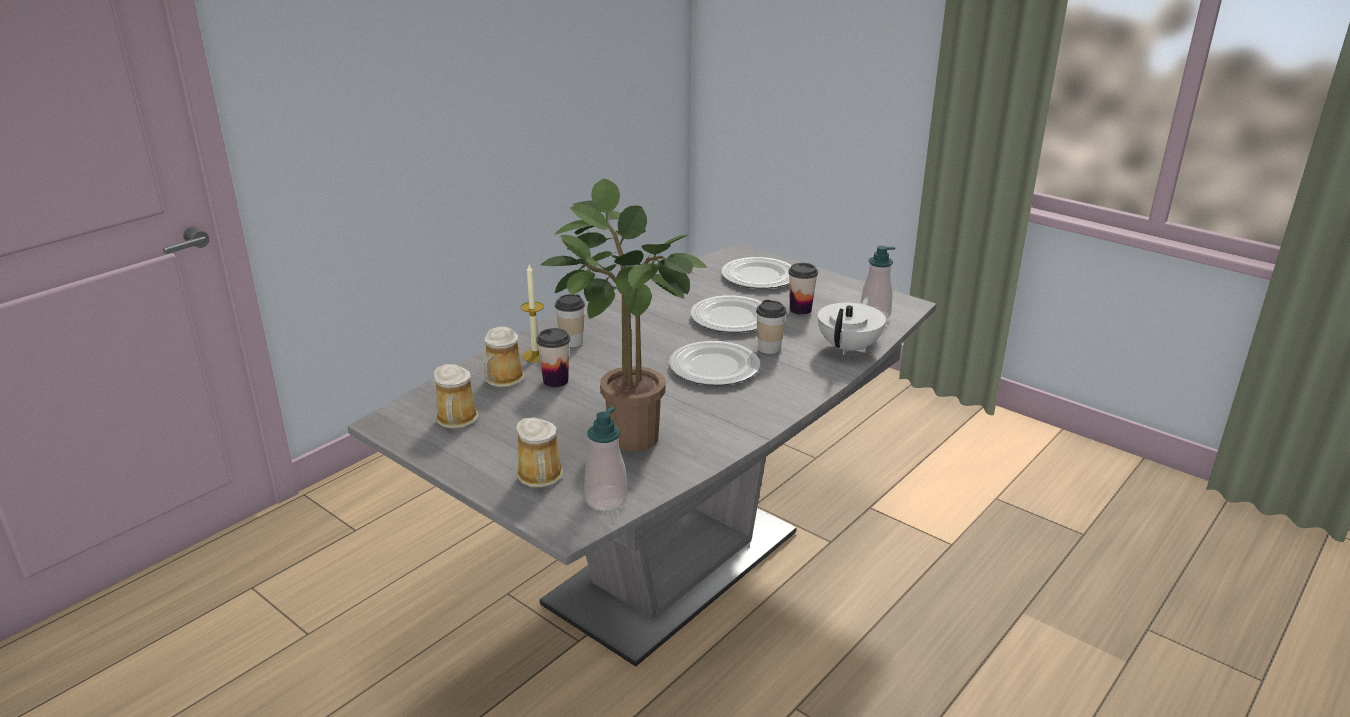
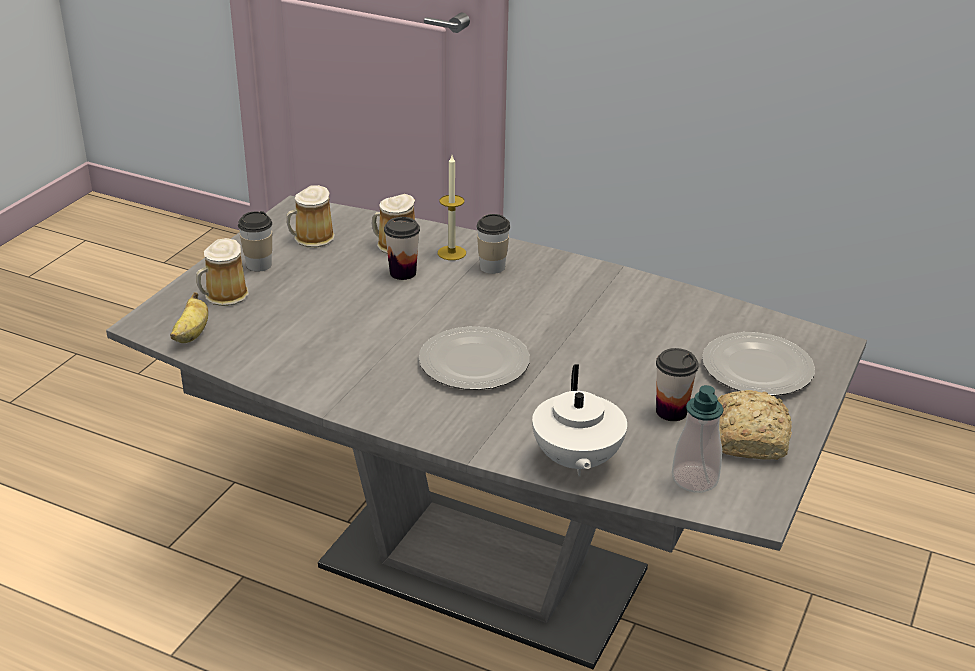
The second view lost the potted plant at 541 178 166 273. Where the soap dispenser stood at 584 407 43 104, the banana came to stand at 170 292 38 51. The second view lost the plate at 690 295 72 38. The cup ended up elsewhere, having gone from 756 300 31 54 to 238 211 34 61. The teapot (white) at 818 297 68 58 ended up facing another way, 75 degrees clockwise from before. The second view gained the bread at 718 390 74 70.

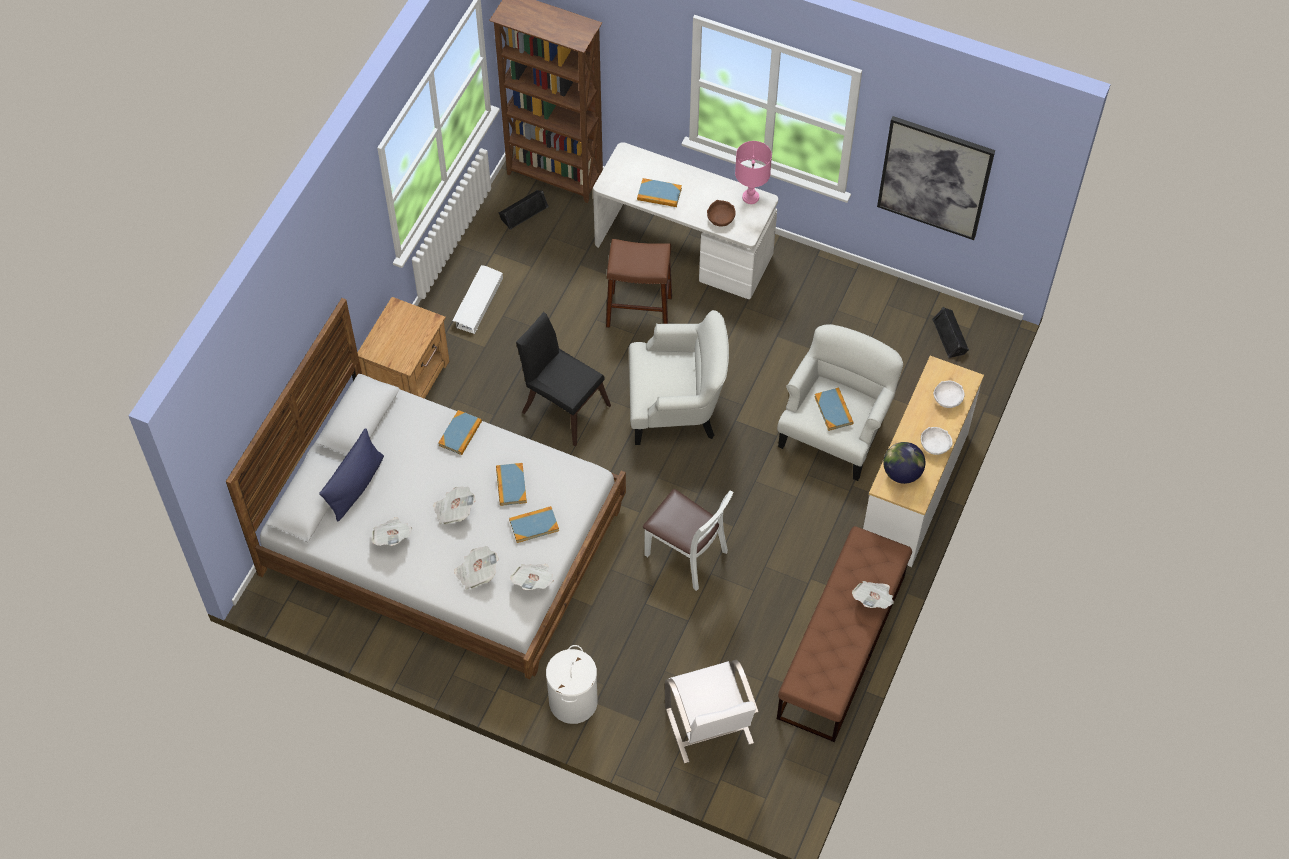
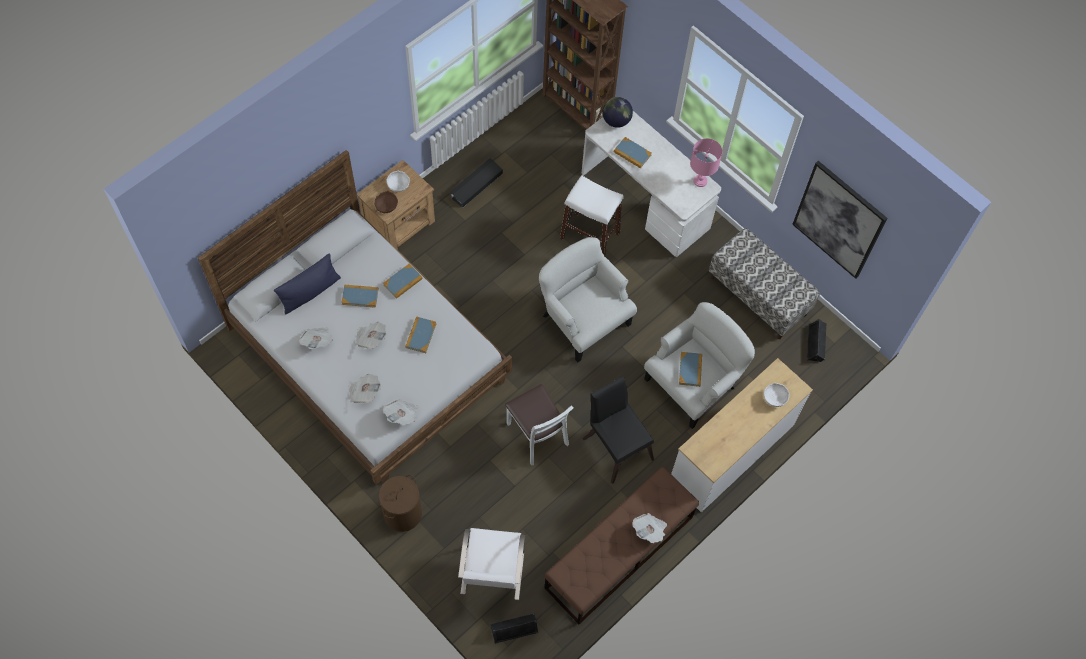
What was the storage box (white) at 452 265 51 69 turned into the storage box (black) at 450 158 53 50. The speaker (black) ended up elsewhere, having gone from 499 190 50 40 to 491 613 47 31. The book ended up elsewhere, having gone from 509 506 50 37 to 341 285 38 23. The chair (black) ended up elsewhere, having gone from 516 312 95 135 to 582 376 72 108. What was the laundry basket (white) at 546 645 52 79 turned into the laundry basket (brown) at 379 475 43 57. What was the stool (brown) at 606 239 66 89 turned into the stool (white) at 560 175 64 81. The armchair (white) at 629 310 100 135 ended up facing another way, 150 degrees counterclockwise from before. The bowl (brown) ended up elsewhere, having gone from 707 200 29 27 to 374 191 24 22. The globe ended up elsewhere, having gone from 883 442 42 42 to 602 97 31 31. The bowl (white) ended up elsewhere, having gone from 921 427 31 28 to 386 170 24 22. The second view gained the bench at 709 228 111 111.

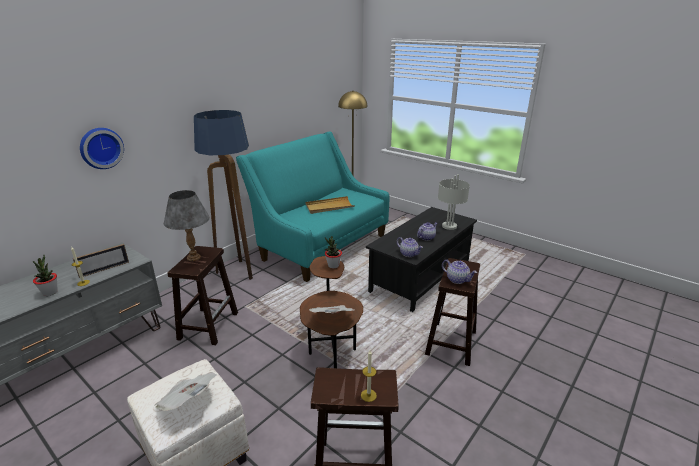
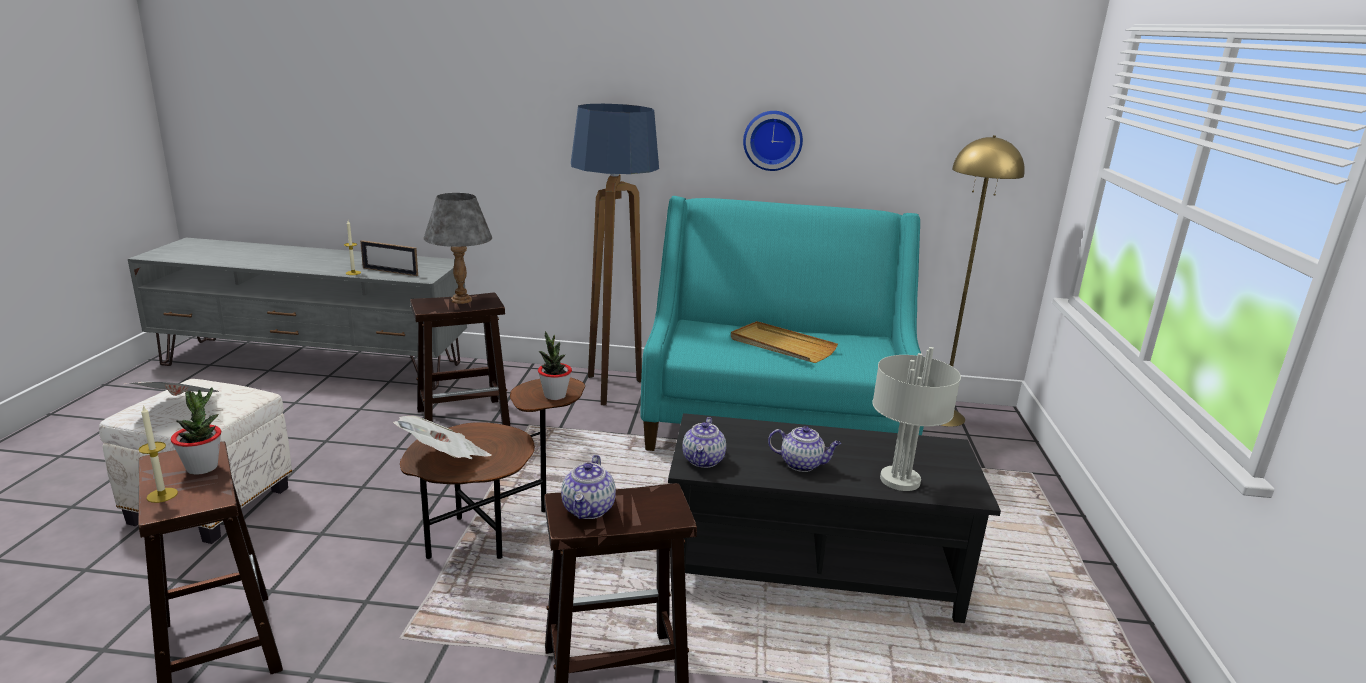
The potted plant ended up elsewhere, having gone from 33 255 25 41 to 171 387 50 88. The wall clock ended up elsewhere, having gone from 80 128 44 41 to 743 111 60 60.

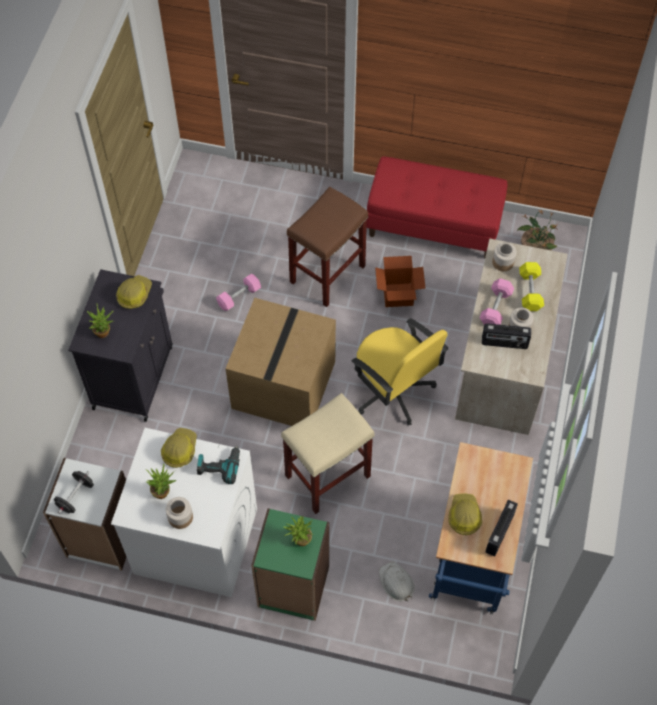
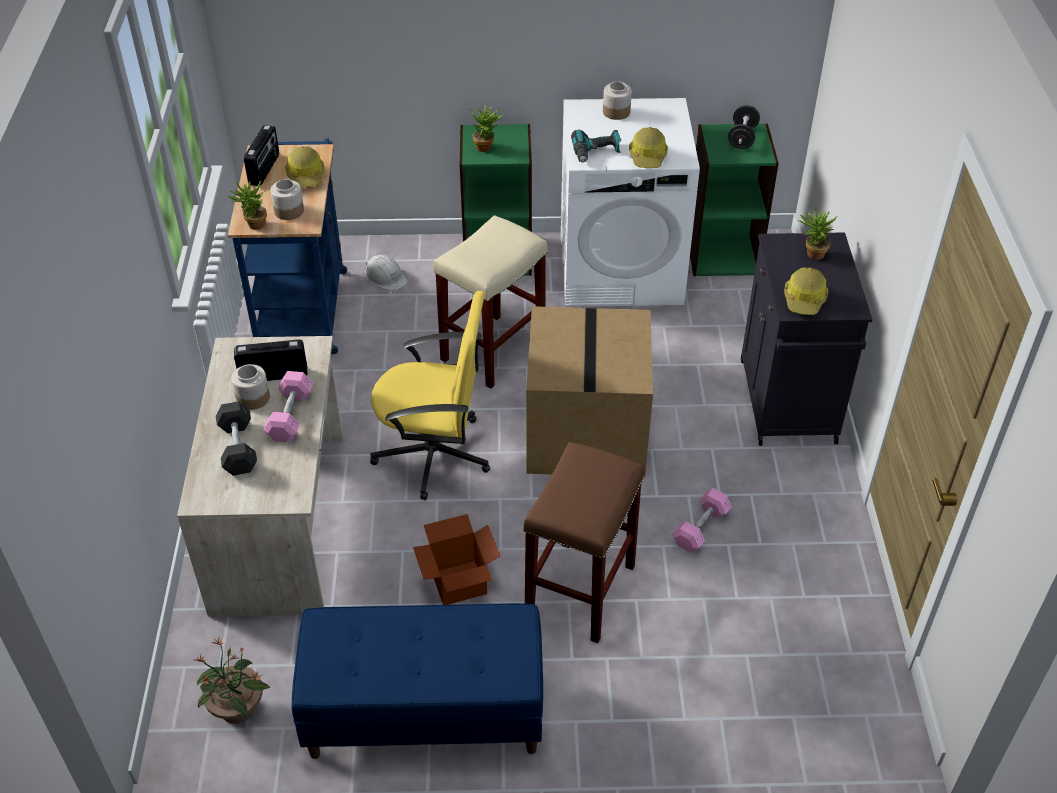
What was the bookcase (white) at 43 458 83 113 turned into the bookcase (green) at 690 123 89 153. The potted plant ended up elsewhere, having gone from 146 463 30 36 to 228 181 39 49. The office chair (yellow) at 351 318 97 107 ended up facing another way, 150 degrees clockwise from before. What was the bench (red) at 367 156 140 103 turned into the bench (blue) at 291 603 252 156. The jar ended up elsewhere, having gone from 492 242 24 29 to 270 179 34 41. What was the dumbbell (yellow) at 519 262 25 49 turned into the dumbbell (grey) at 216 401 41 75.

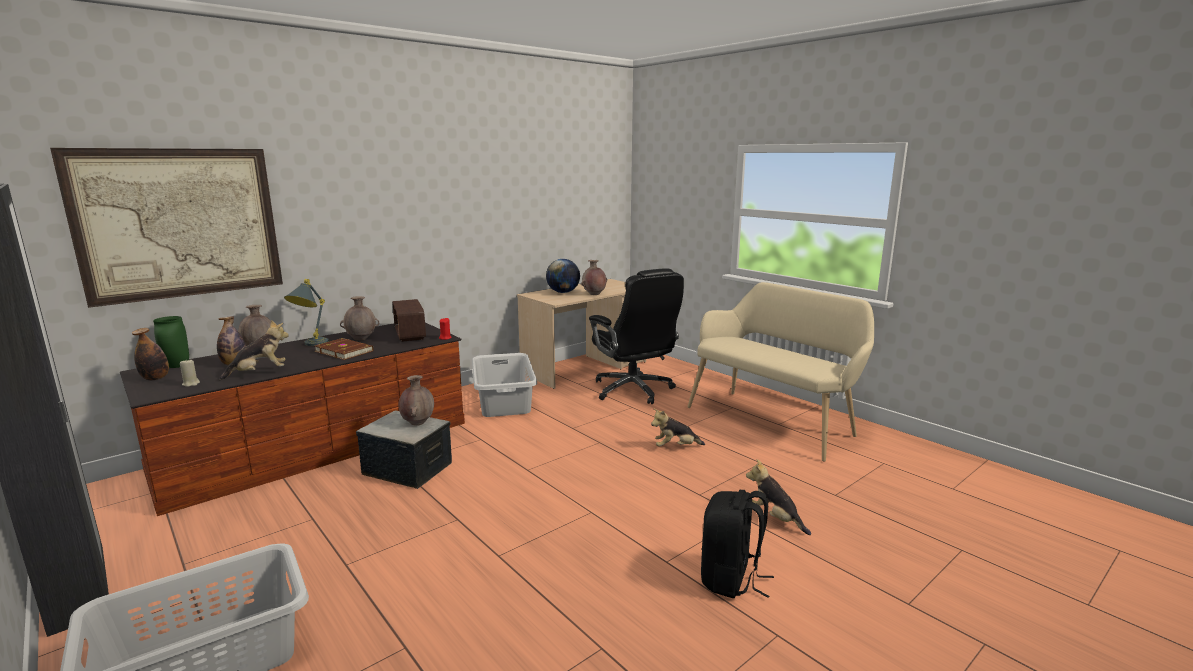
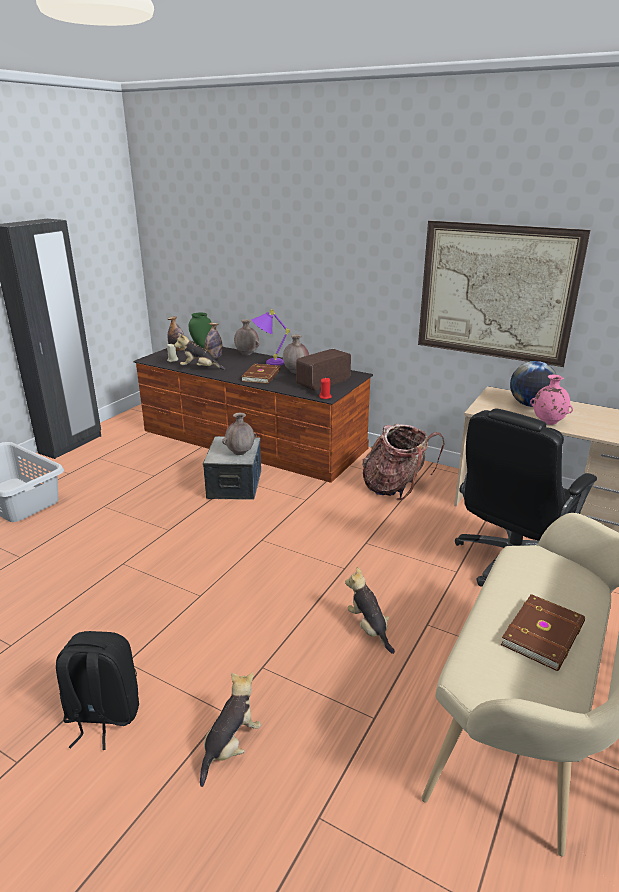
The picture ended up elsewhere, having gone from 50 148 233 160 to 418 221 172 146. The plush toy at 219 320 70 61 ended up facing another way, 150 degrees clockwise from before. What was the table lamp (grey) at 284 279 45 67 turned into the table lamp (purple) at 251 309 39 57. Where the laundry basket (grey) stood at 472 353 65 64, the backpack came to stand at 362 424 83 76. What was the vase (brown) at 581 260 26 35 turned into the vase (pink) at 530 374 43 51. The second view gained the book (brown) at 501 594 84 77.

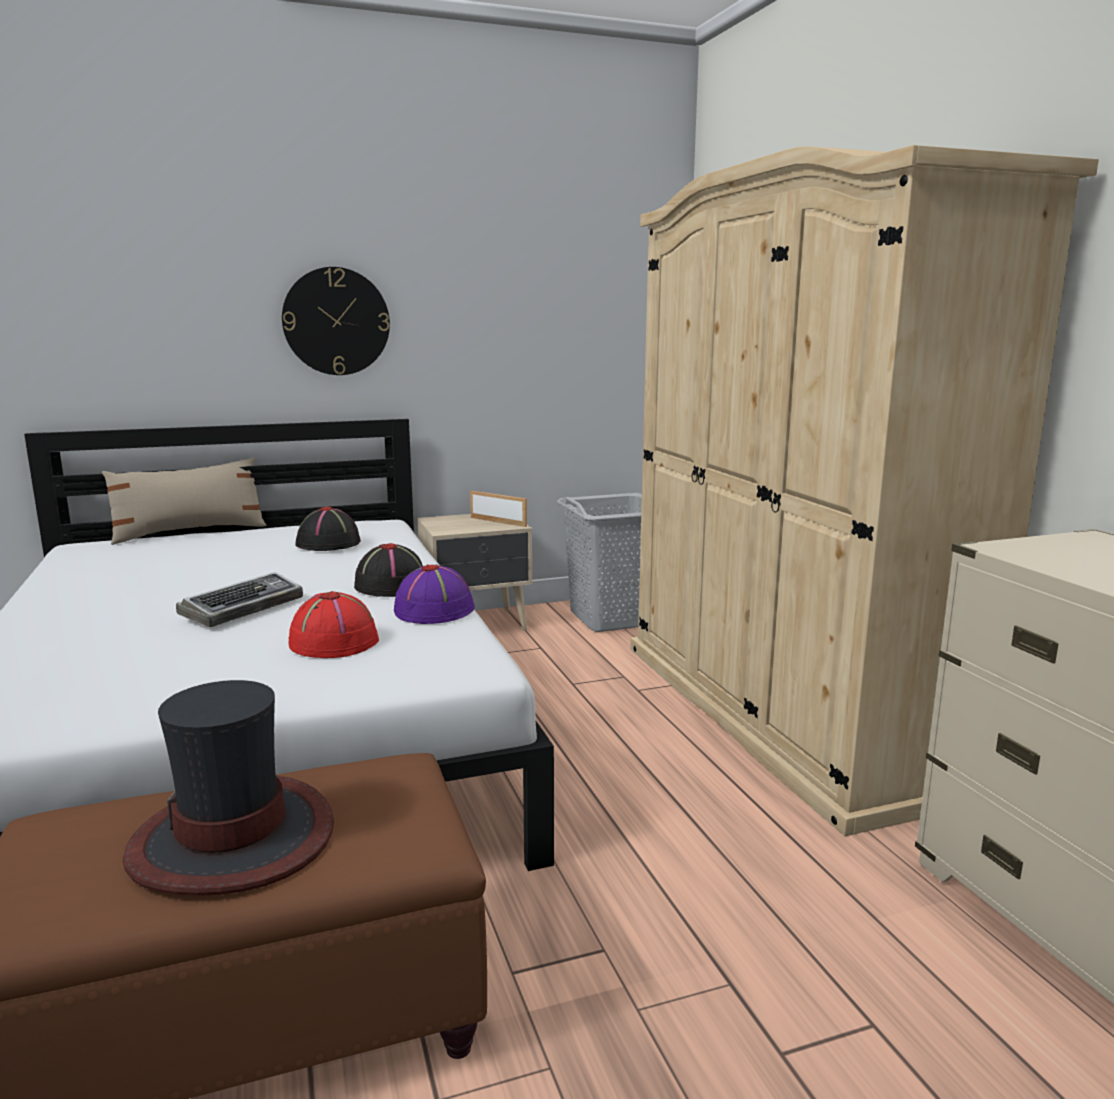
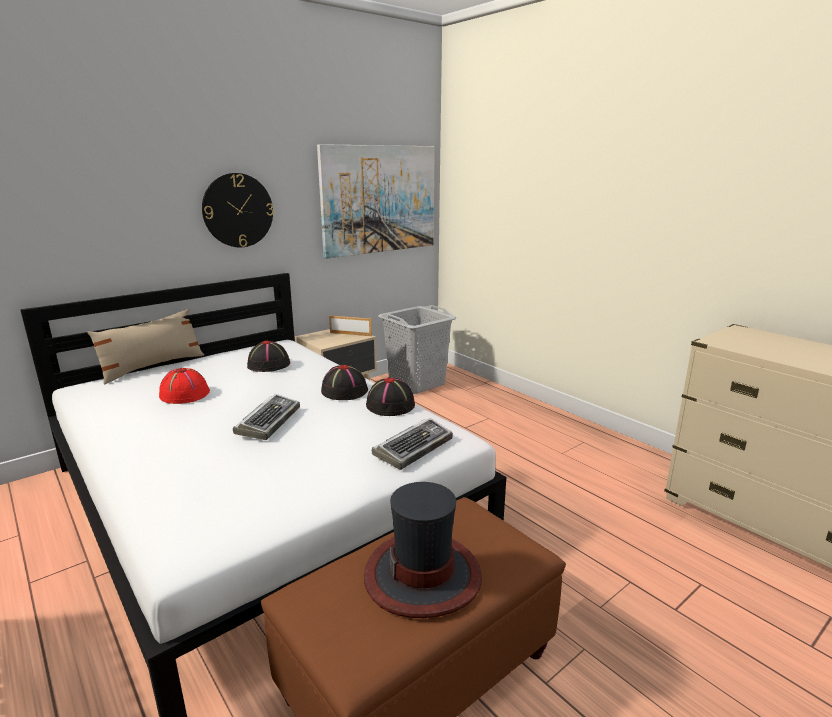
The hat (red) ended up elsewhere, having gone from 289 591 90 67 to 159 368 51 36. What was the hat (purple) at 394 564 81 60 turned into the hat (black) at 366 377 49 39. The second view lost the wardrobe (beige) at 630 145 469 691. The second view gained the picture at 317 144 118 115. The second view gained the keyboard at 372 418 81 52.

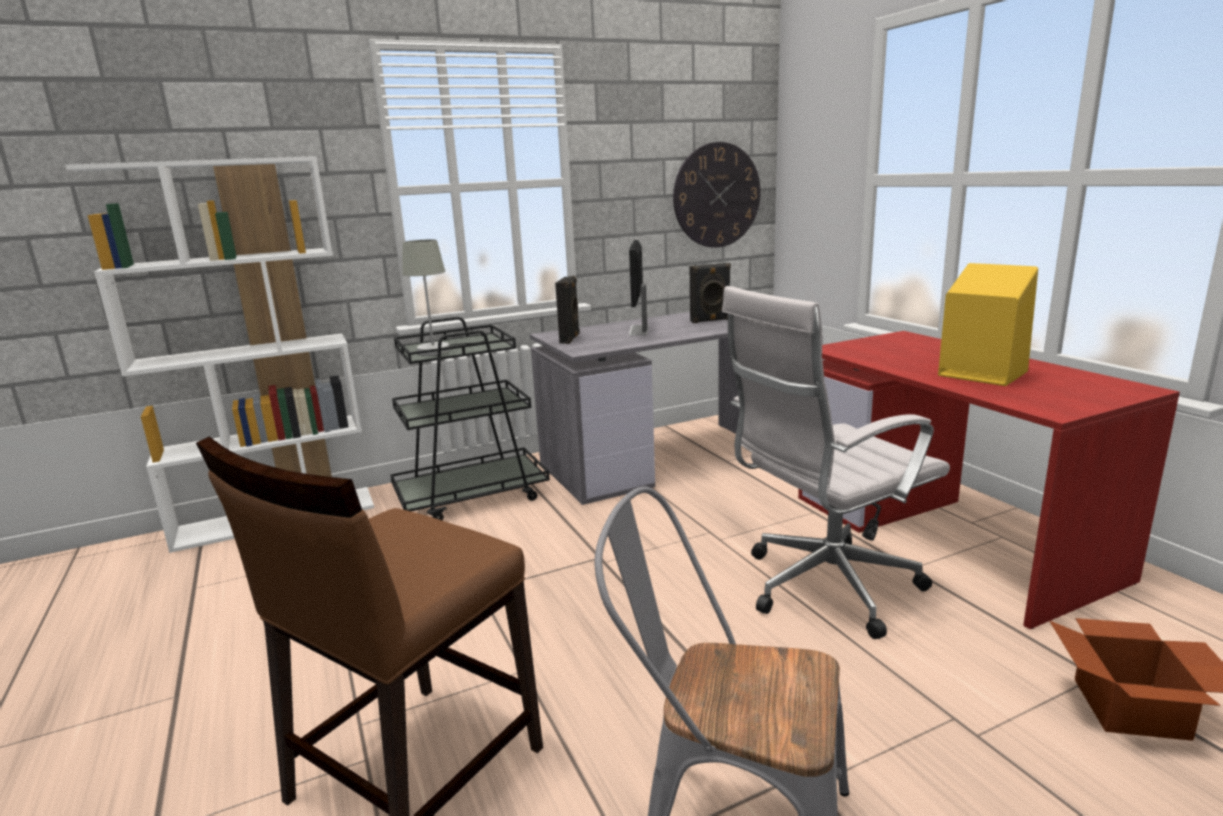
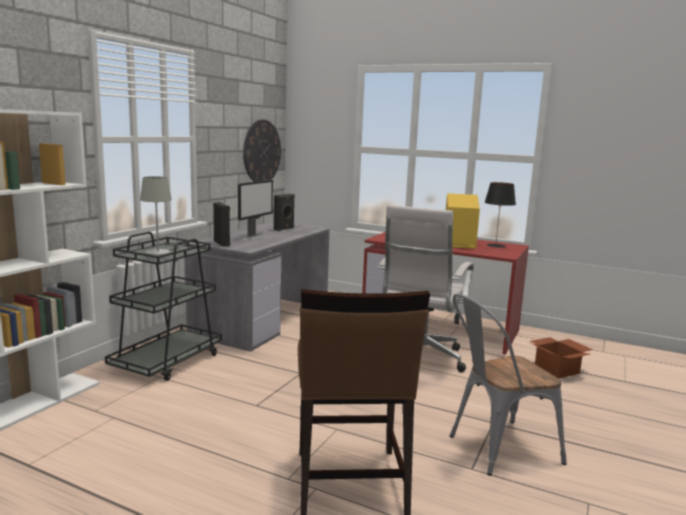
The monitor at 629 240 20 96 ended up facing another way, 120 degrees counterclockwise from before. The second view gained the table lamp (black) at 485 182 31 66.

